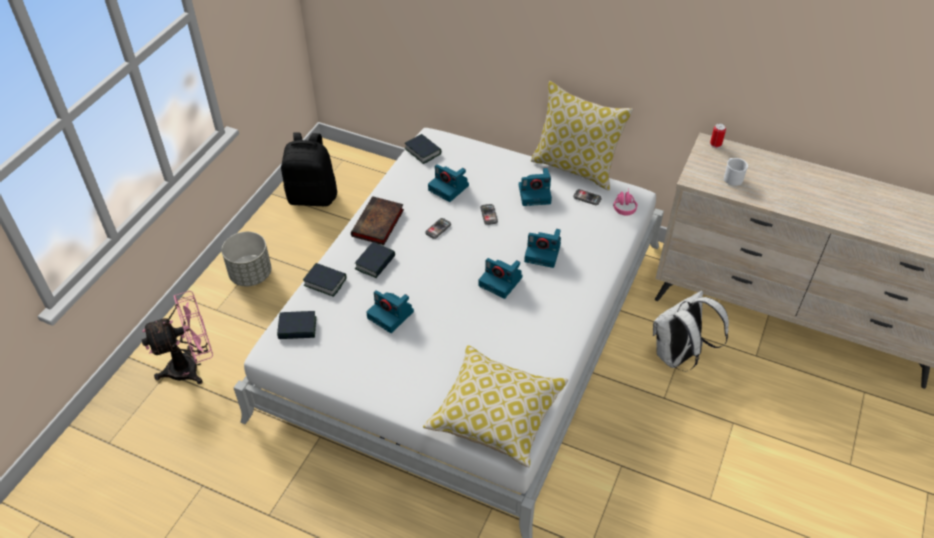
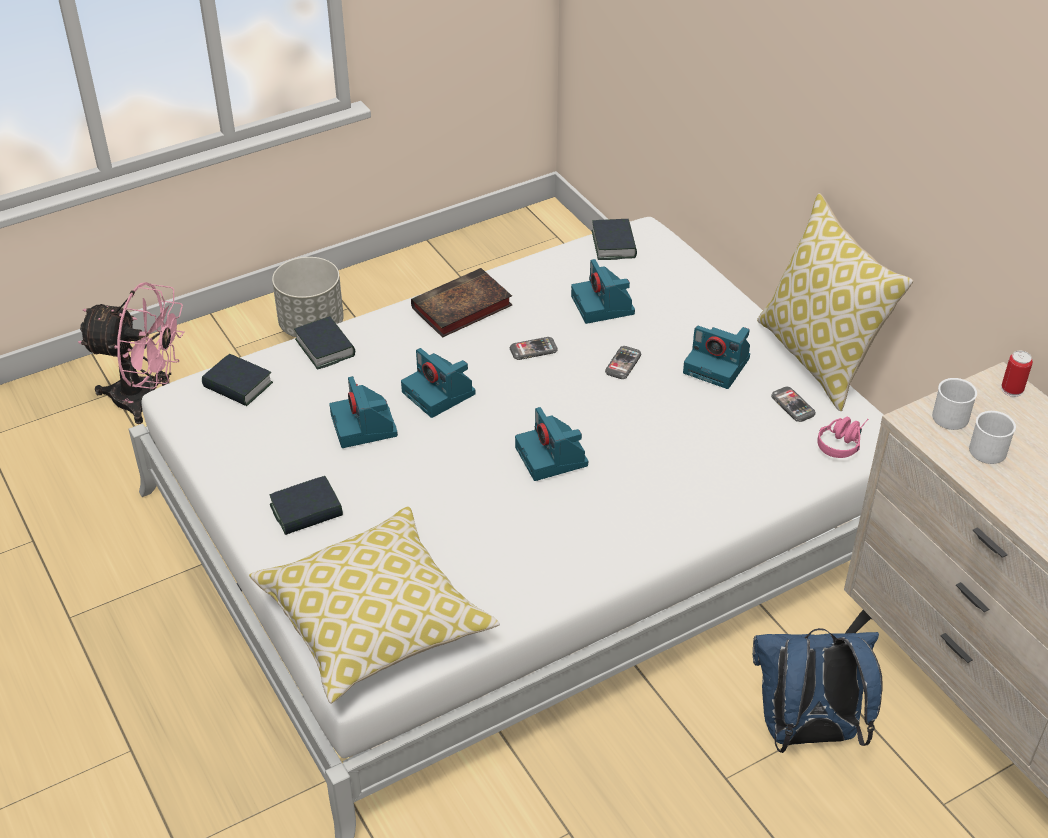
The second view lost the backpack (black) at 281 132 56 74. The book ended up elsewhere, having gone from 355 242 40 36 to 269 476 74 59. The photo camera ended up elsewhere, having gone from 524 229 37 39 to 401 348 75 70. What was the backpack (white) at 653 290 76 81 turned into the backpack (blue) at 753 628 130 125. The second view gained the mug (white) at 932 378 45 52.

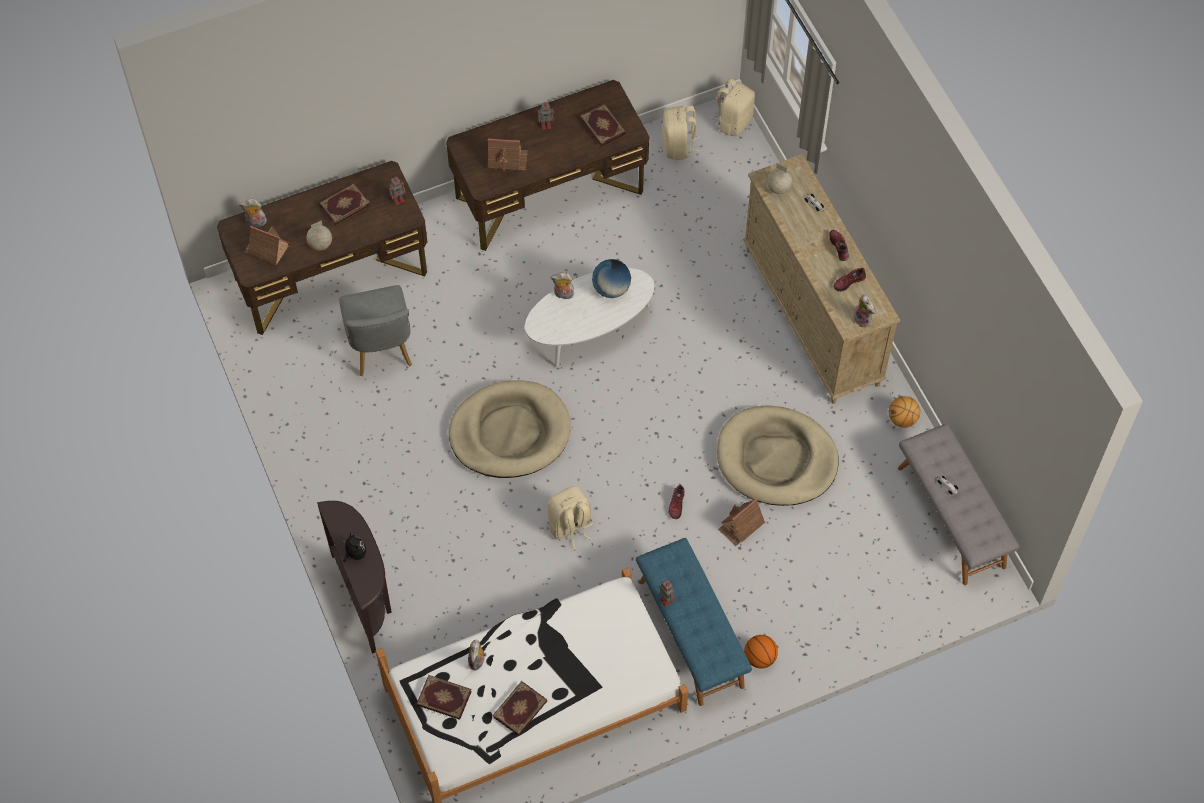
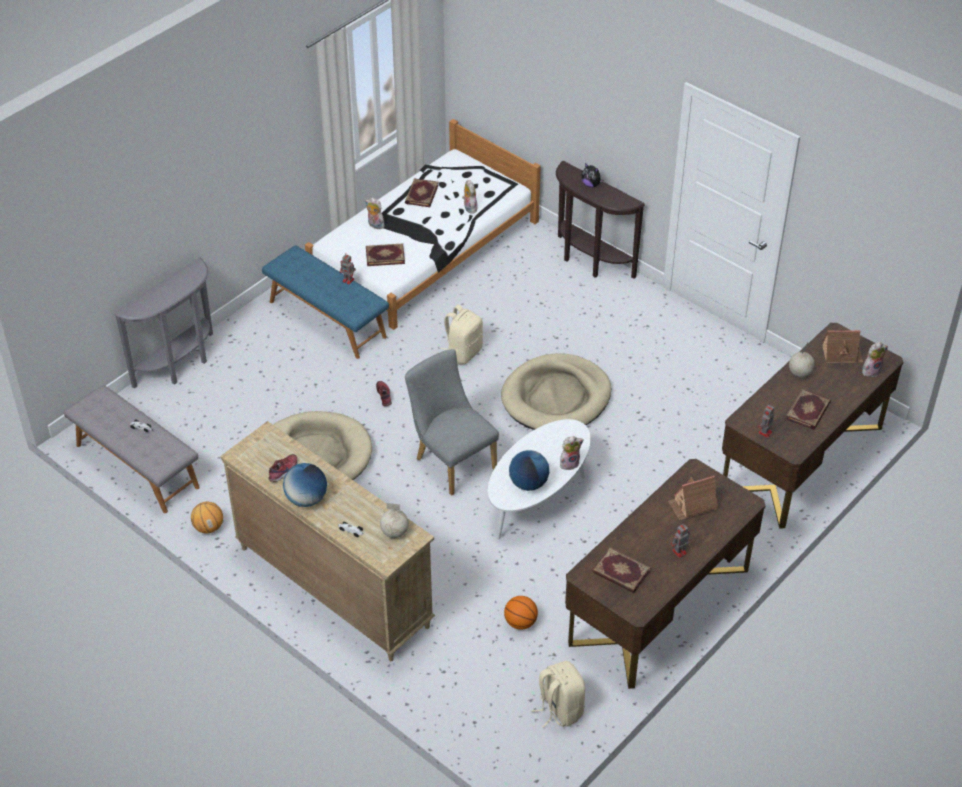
The chair (grey) ended up elsewhere, having gone from 339 285 73 91 to 405 349 94 147. The book ended up elsewhere, having gone from 417 675 55 45 to 366 243 39 23. The second view lost the backpack (beige) at 710 78 45 58. The second view lost the toy house at 718 499 47 47. The basketball ended up elsewhere, having gone from 744 635 34 33 to 504 596 34 34. Where the shoe stood at 829 230 21 31, the globe came to stand at 283 463 44 44. The plush toy ended up elsewhere, having gone from 854 294 21 33 to 365 198 20 31. The second view gained the console table (grey) at 114 257 99 132.

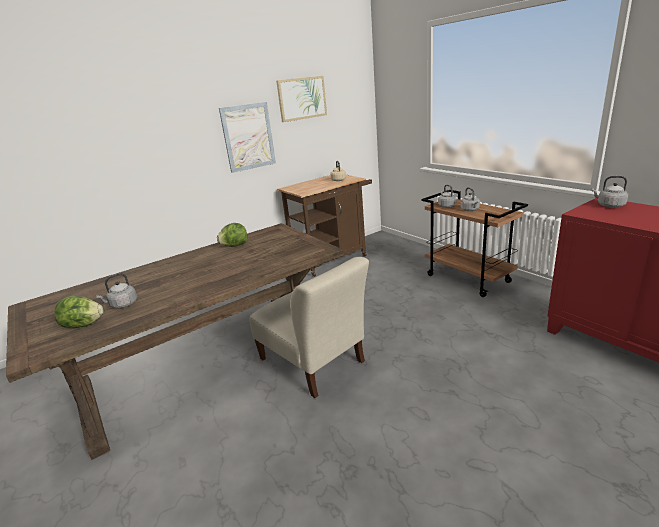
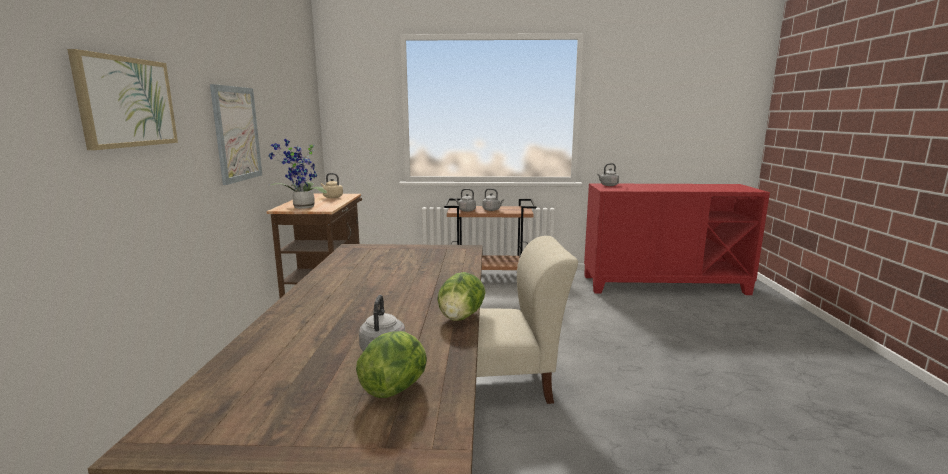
The lettuce ended up elsewhere, having gone from 217 223 31 24 to 437 272 49 49. The picture ended up elsewhere, having gone from 276 76 51 46 to 67 49 111 101. The second view gained the potted plant at 268 139 59 70.

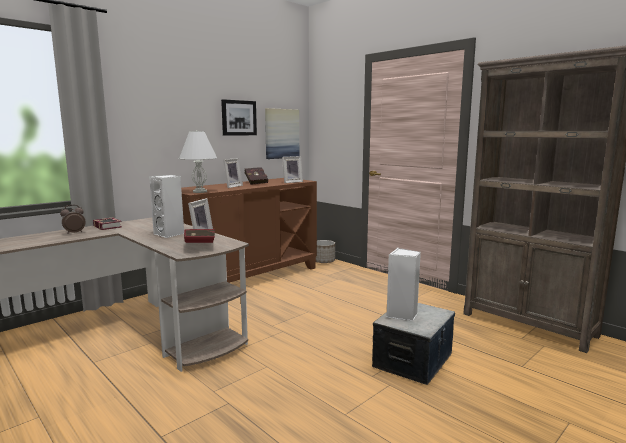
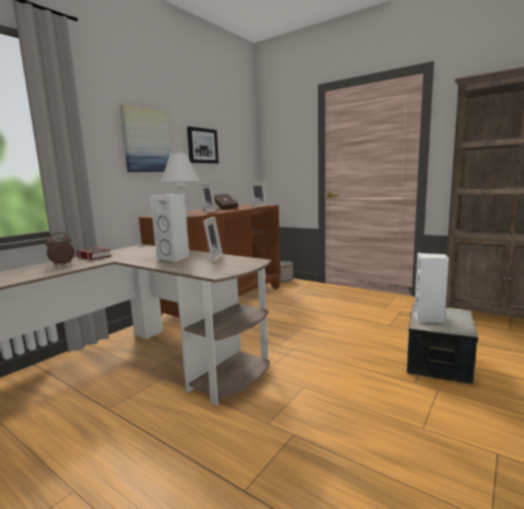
The second view lost the book (red) at 184 229 31 14. The picture ended up elsewhere, having gone from 265 108 34 51 to 120 104 51 68.

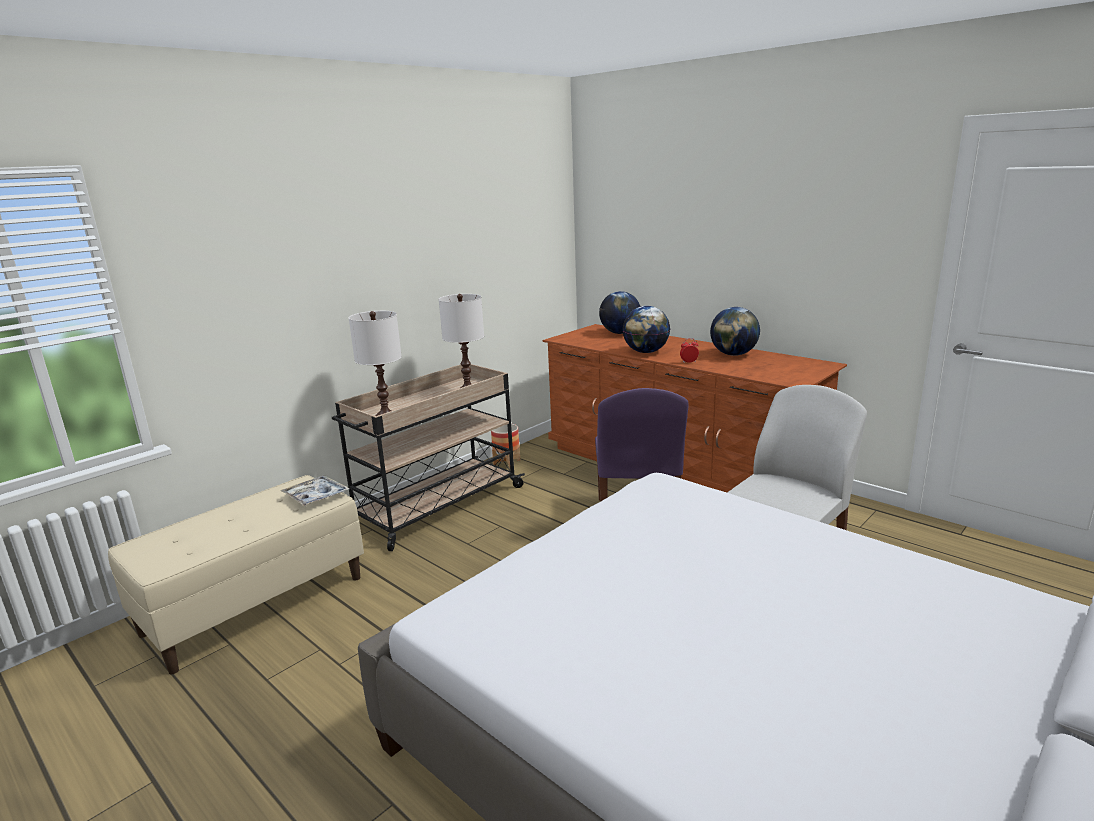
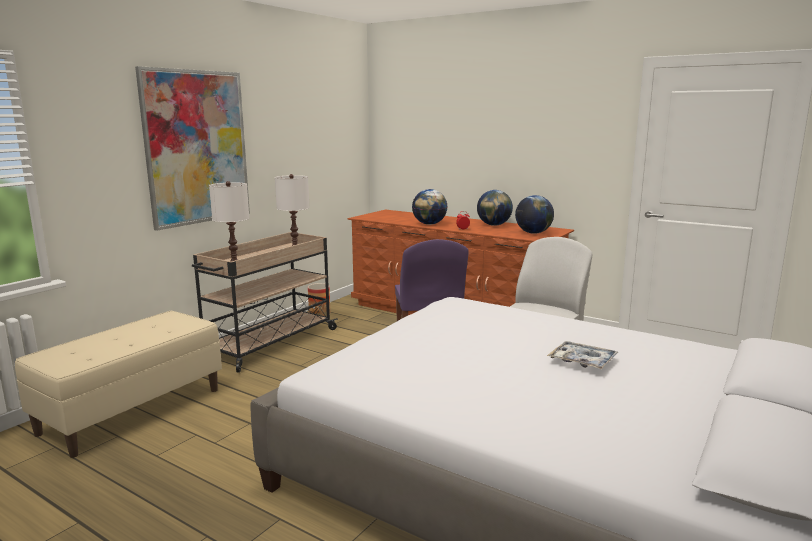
The tray ended up elsewhere, having gone from 280 476 69 30 to 547 341 71 28. The globe ended up elsewhere, having gone from 599 291 42 43 to 515 195 39 39. The second view gained the picture at 135 66 115 165.

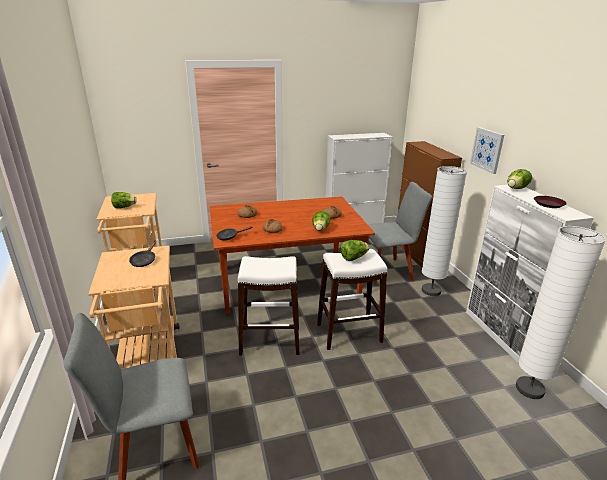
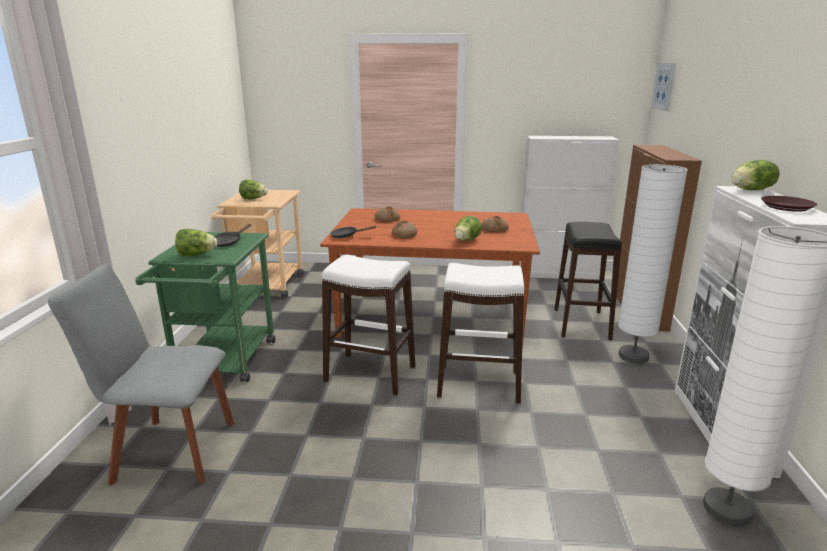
What was the cart (beige) at 88 246 91 123 turned into the cart (green) at 135 232 140 150. The lettuce ended up elsewhere, having gone from 340 240 29 21 to 175 229 42 27. Where the chair (grey) stood at 368 182 64 103, the stool (black) came to stand at 554 222 68 118. The picture ended up elsewhere, having gone from 470 127 34 47 to 651 63 25 48.

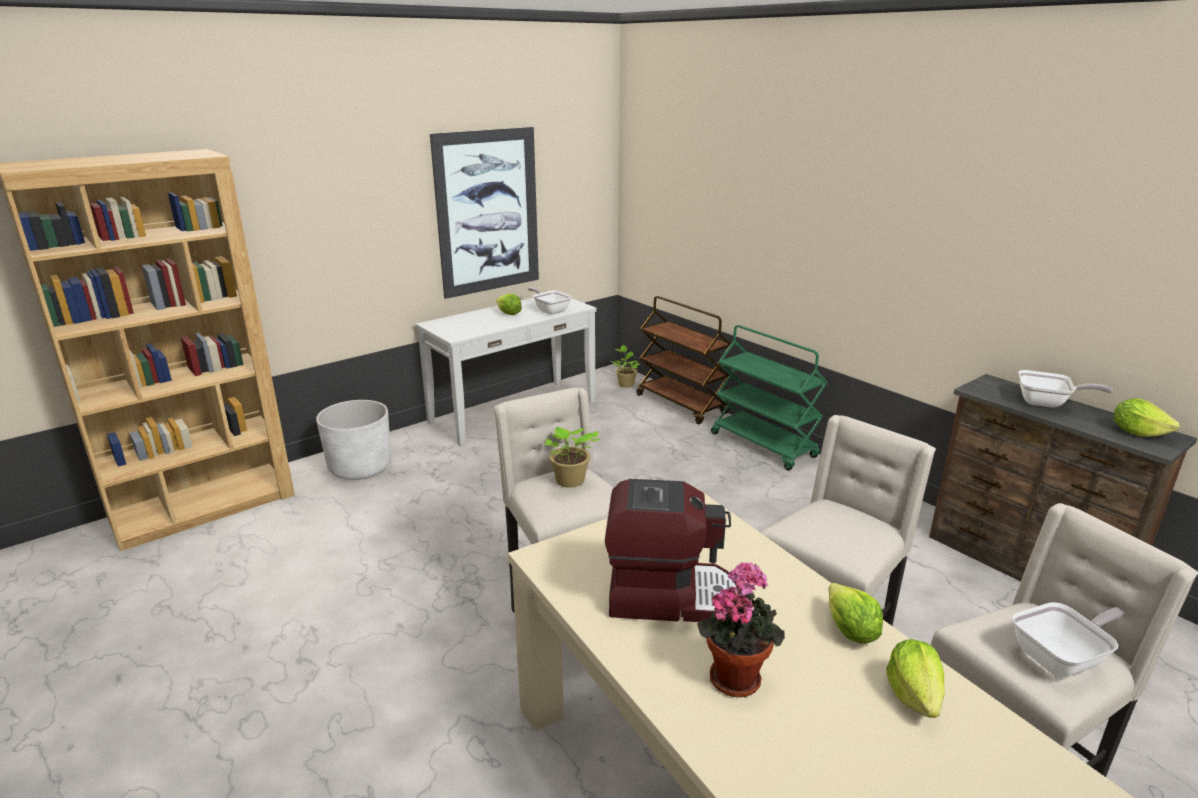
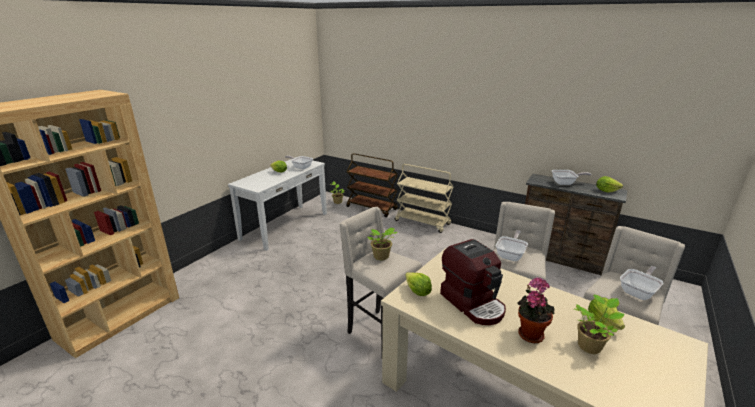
The second view lost the planter (white) at 316 400 75 80. The second view lost the picture at 430 127 109 172. The coffee machine at 605 479 134 143 ended up facing another way, 75 degrees clockwise from before. What was the cart (green) at 711 325 117 145 turned into the cart (beige) at 395 164 58 69. The lettuce ended up elsewhere, having gone from 829 583 54 61 to 405 272 27 24. The second view gained the frying pan at 496 230 32 31. The second view gained the potted plant at 574 294 51 60.

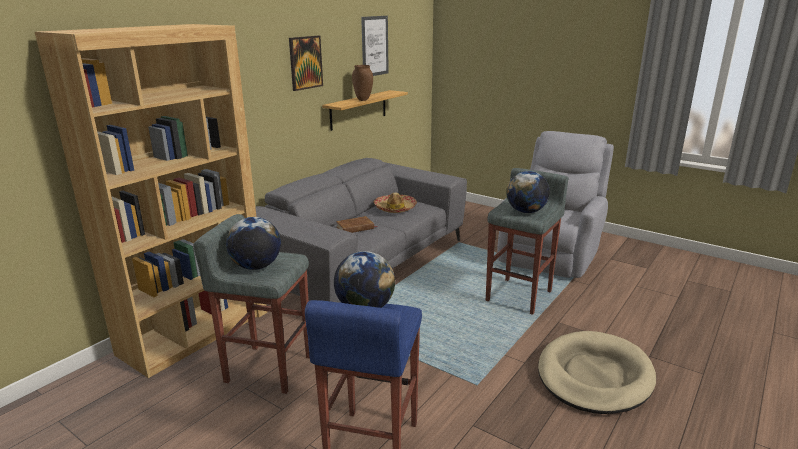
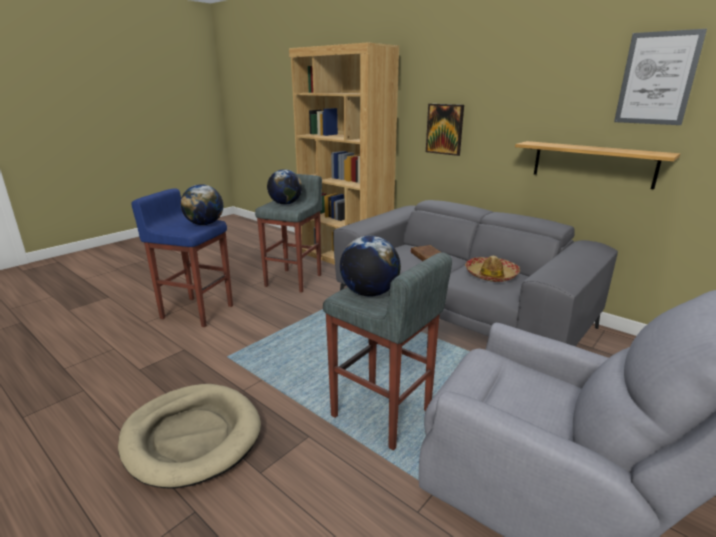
The picture ended up elsewhere, having gone from 289 36 34 55 to 426 104 38 52. The second view lost the vase (brown) at 352 65 21 36.

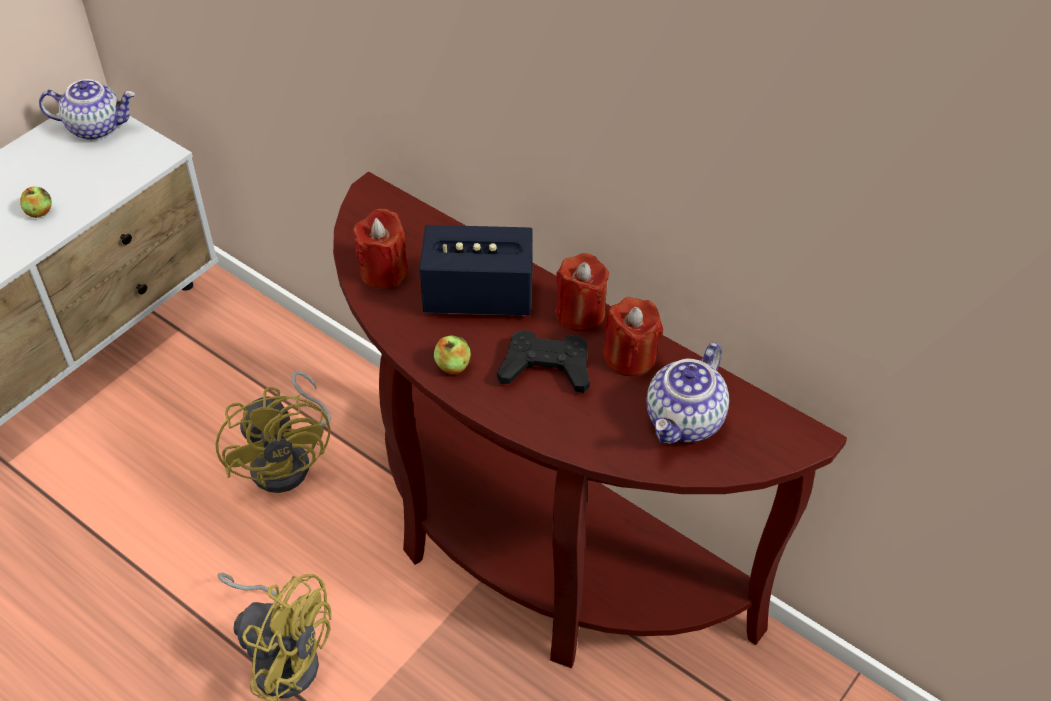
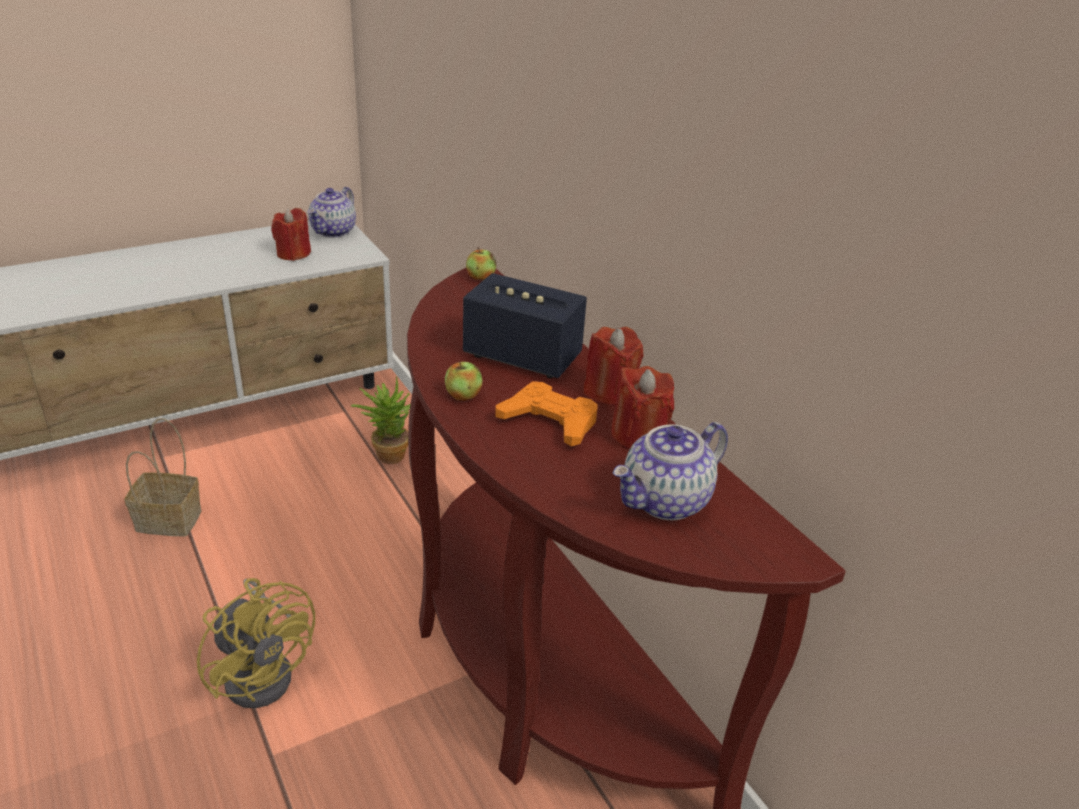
The apple ended up elsewhere, having gone from 20 186 32 32 to 466 247 30 33. The teapot at 39 79 96 61 ended up facing another way, 90 degrees clockwise from before. The second view lost the fan (yellow) at 215 371 116 122. The candle (red) ended up elsewhere, having gone from 353 209 55 80 to 271 208 40 53. What was the game controller (black) at 497 330 93 63 turned into the game controller (orange) at 495 381 103 65. The second view gained the basket at 124 418 77 118. The second view gained the potted plant at 351 376 59 88.

